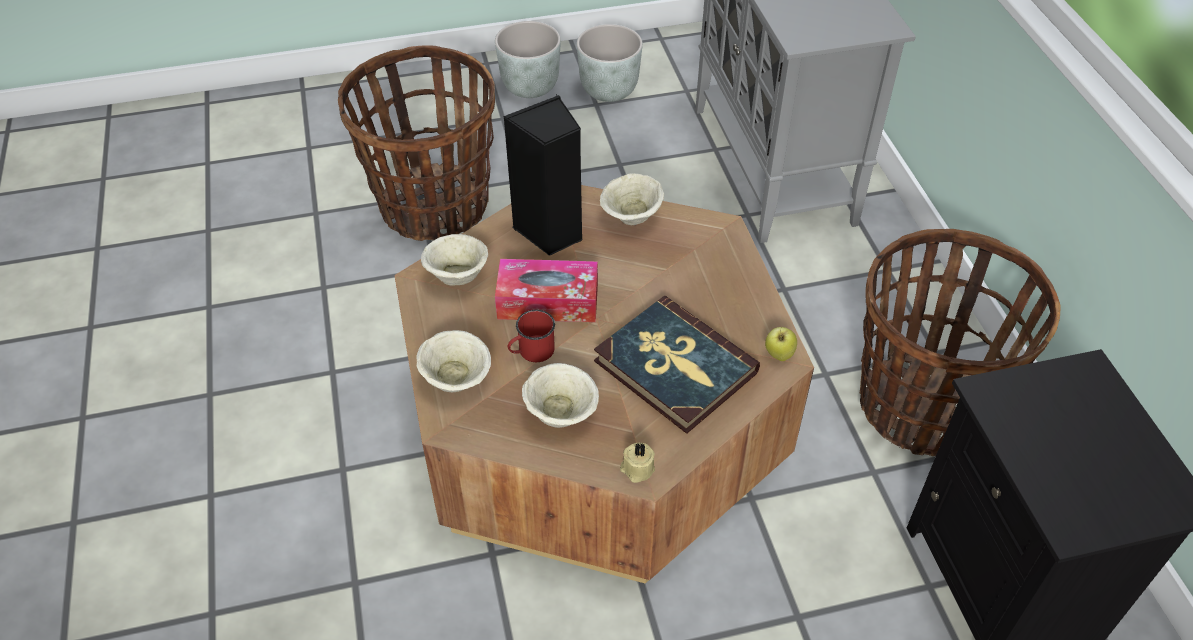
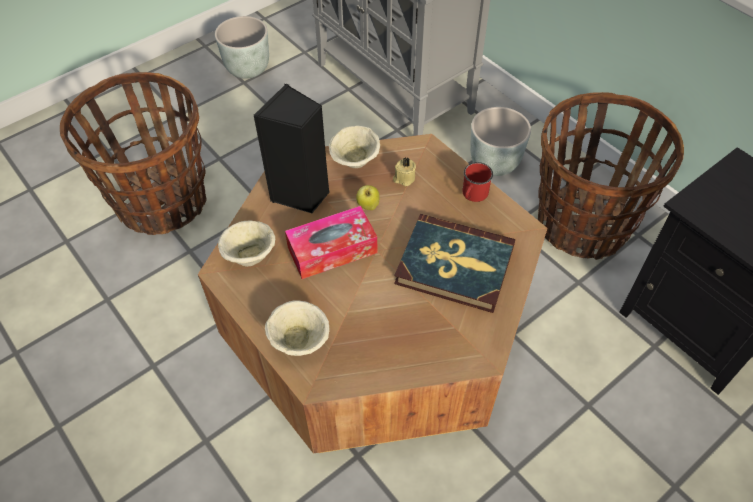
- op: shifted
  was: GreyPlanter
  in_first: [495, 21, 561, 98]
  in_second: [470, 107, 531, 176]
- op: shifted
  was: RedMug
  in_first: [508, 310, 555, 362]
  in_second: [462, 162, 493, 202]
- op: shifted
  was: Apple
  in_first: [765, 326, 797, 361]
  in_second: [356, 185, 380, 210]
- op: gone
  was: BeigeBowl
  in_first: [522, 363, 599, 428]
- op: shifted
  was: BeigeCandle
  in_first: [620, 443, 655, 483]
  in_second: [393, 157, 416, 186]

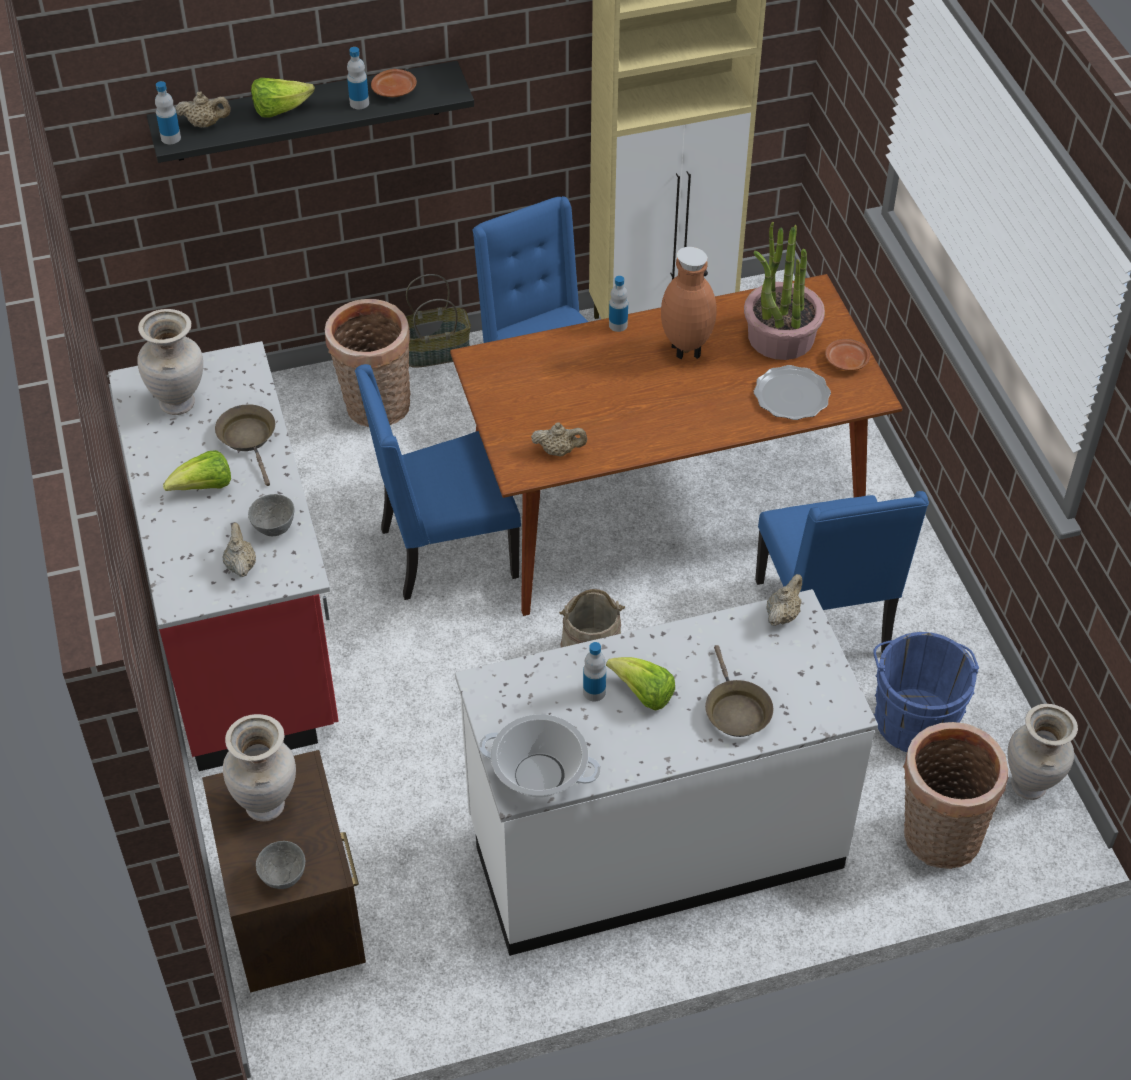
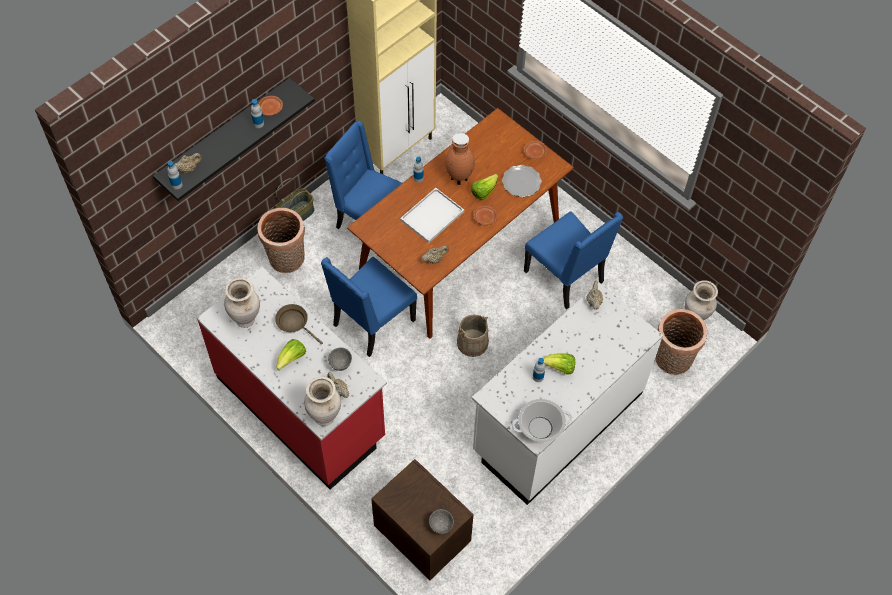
- op: shifted
  was: Lettuce
  in_first: [251, 78, 315, 118]
  in_second: [470, 174, 498, 200]
- op: gone
  was: PottedPlant
  in_first: [744, 222, 825, 360]
- op: gone
  was: BlueBucket
  in_first: [874, 632, 979, 752]
- op: gone
  was: BrownFryingPan
  in_first: [705, 645, 773, 737]
- op: shifted
  was: BeigeVase
  in_first: [223, 714, 296, 822]
  in_second: [304, 377, 341, 426]
- op: new
  now: WhiteTray
  in_second: [400, 188, 464, 243]
- op: new
  now: BrownPlate
  in_second: [473, 205, 497, 225]

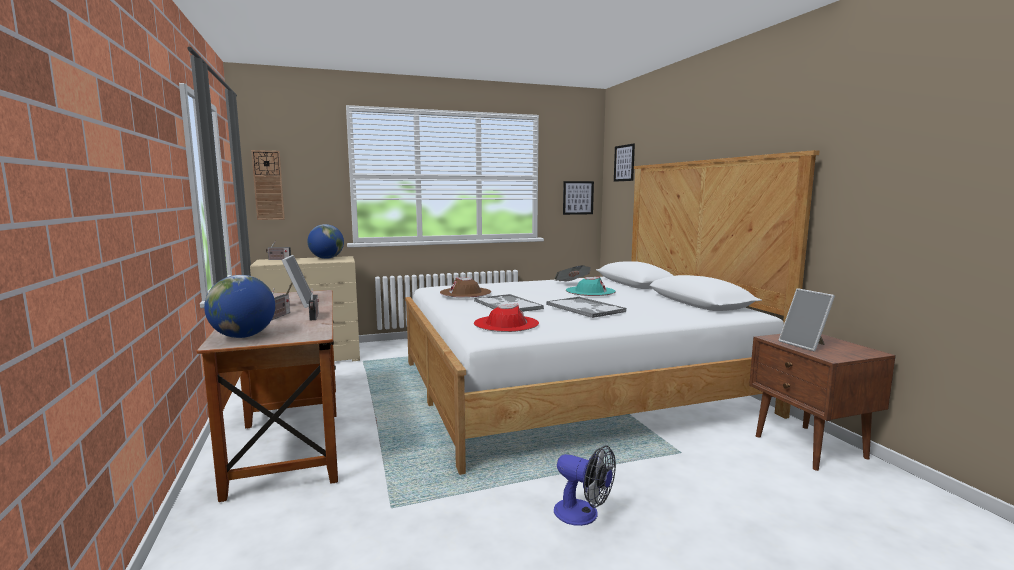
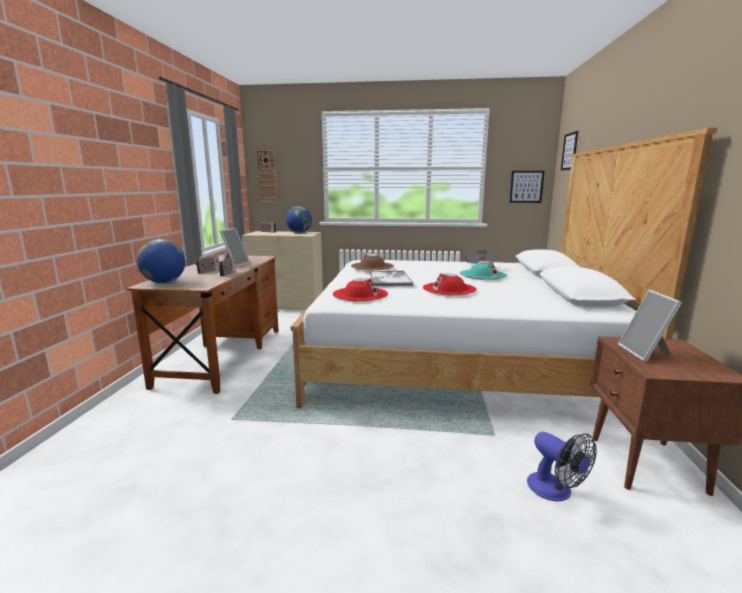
- op: swapped
  was: Tray
  now: RedHat
  in_first: [546, 297, 627, 318]
  in_second: [423, 273, 477, 296]
- op: shifted
  was: Fan
  in_first: [554, 446, 616, 526]
  in_second: [527, 432, 597, 501]

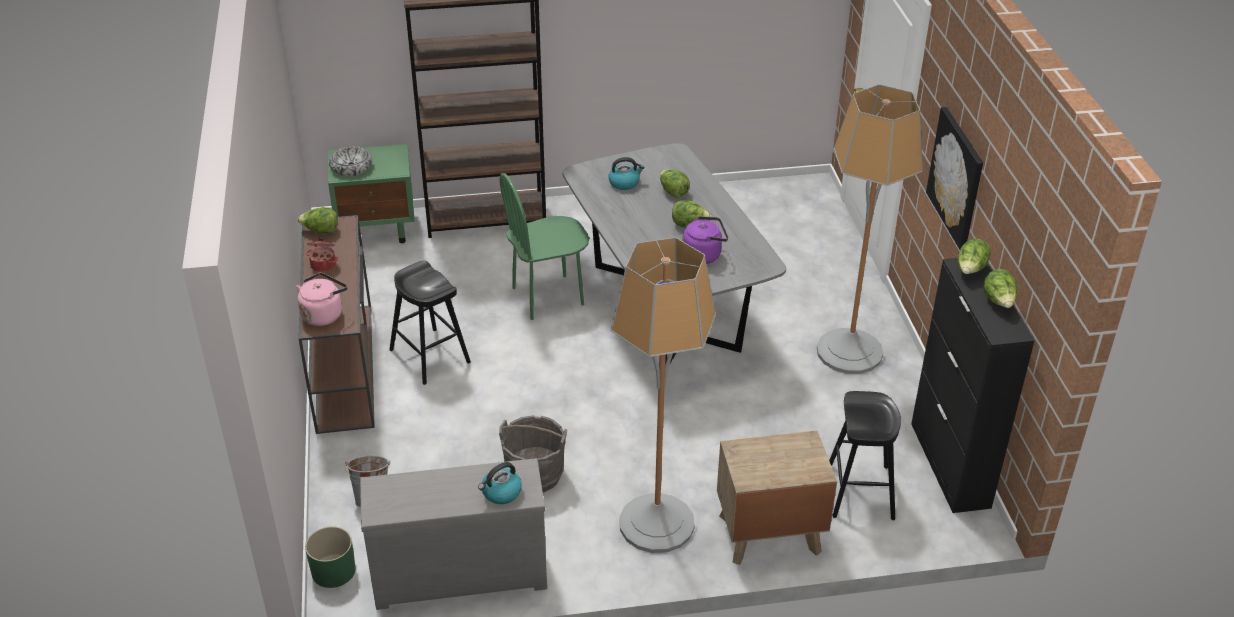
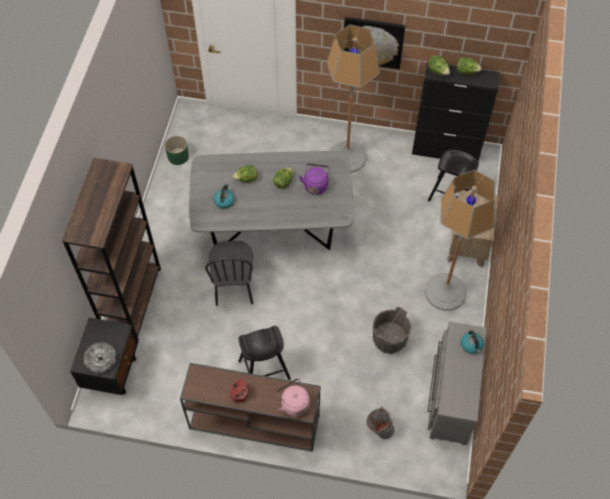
- op: repainted
  was: GreenNightstand
  now: BlackNightstand
  in_first: [328, 144, 415, 243]
  in_second: [70, 318, 138, 395]
- op: repainted
  was: GreenChair
  now: BlackChair
  in_first: [500, 173, 589, 320]
  in_second: [205, 241, 253, 306]
- op: gone
  was: Lettuce
  in_first: [298, 207, 338, 233]
- op: shifted
  was: GreenPlanter
  in_first: [305, 526, 356, 588]
  in_second: [165, 136, 189, 165]

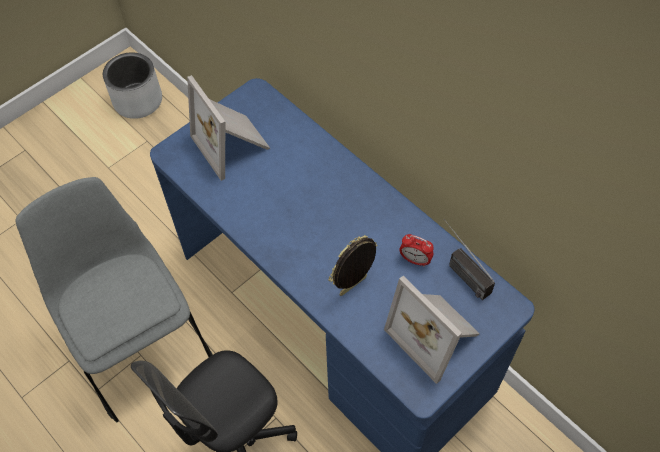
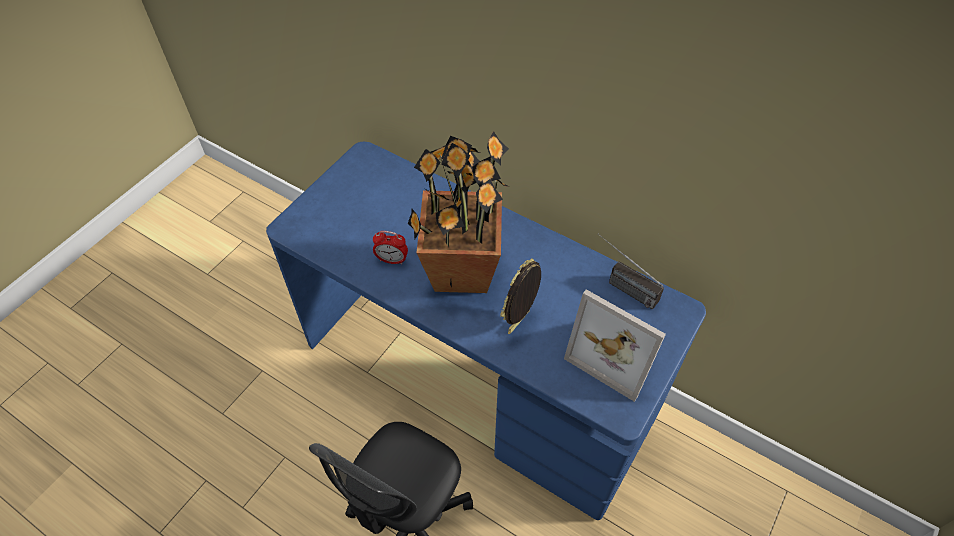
- op: gone
  was: GreyPlanter
  in_first: [103, 52, 162, 119]
- op: gone
  was: PictureFrame
  in_first: [187, 75, 270, 181]
- op: gone
  was: GreyChair
  in_first: [16, 177, 213, 422]
- op: shifted
  was: AlarmClock
  in_first: [399, 234, 434, 266]
  in_second: [373, 231, 408, 265]
- op: new
  now: PottedPlant
  in_second: [408, 131, 510, 293]

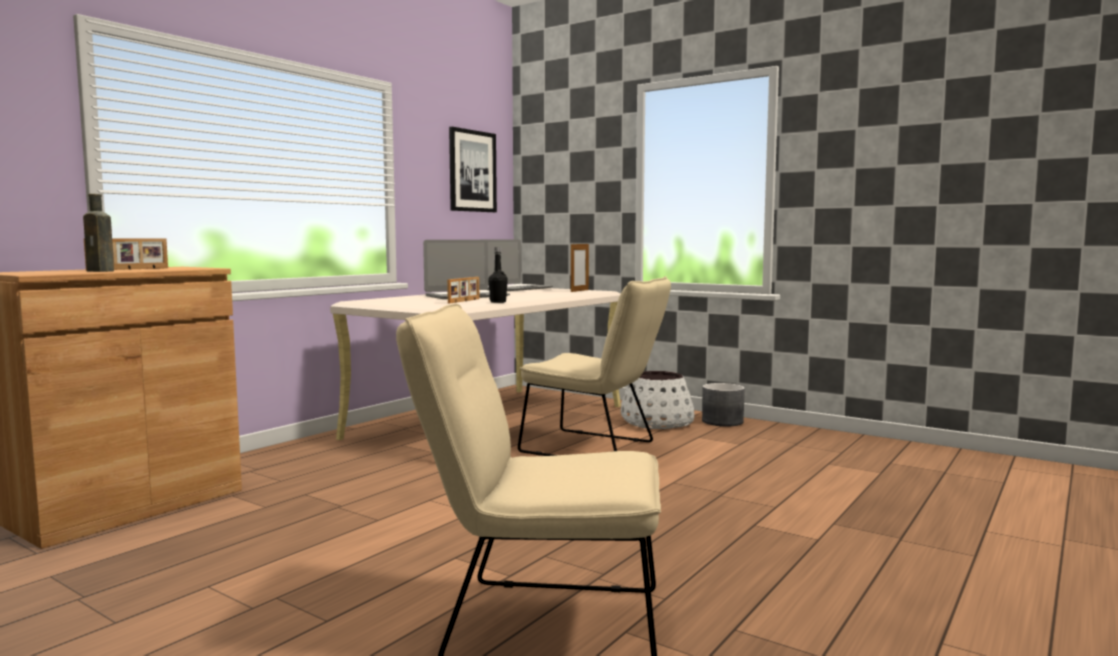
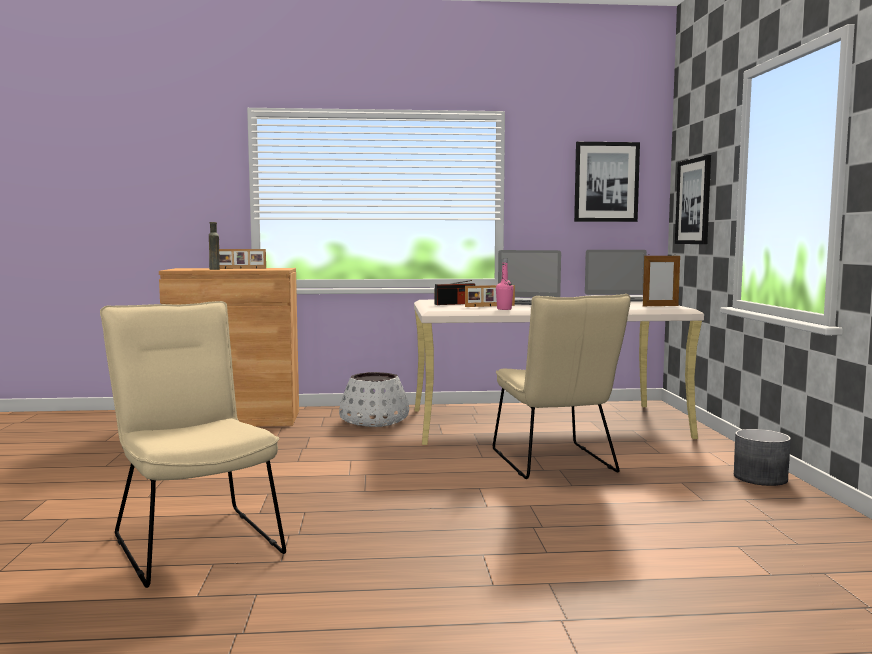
- op: repainted
  was: BlackBottle
  now: PinkBottle
  in_first: [488, 247, 508, 303]
  in_second: [496, 258, 513, 310]
- op: shifted
  was: WhitePlanter
  in_first: [620, 371, 695, 429]
  in_second: [339, 372, 409, 427]
- op: new
  now: Picture
  in_second: [675, 155, 711, 244]
- op: new
  now: Radio
  in_second: [435, 280, 475, 305]

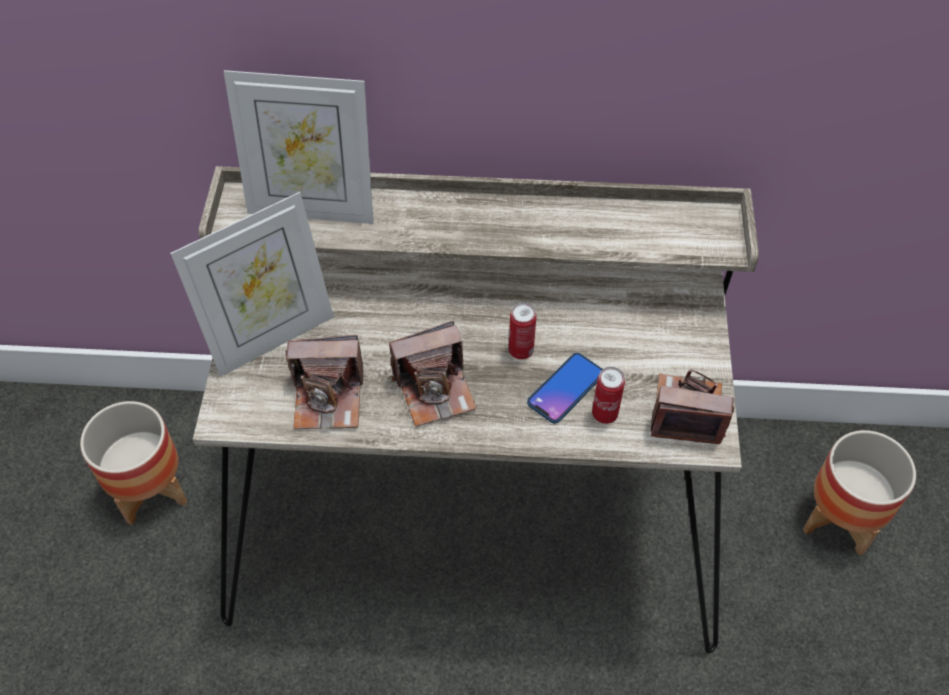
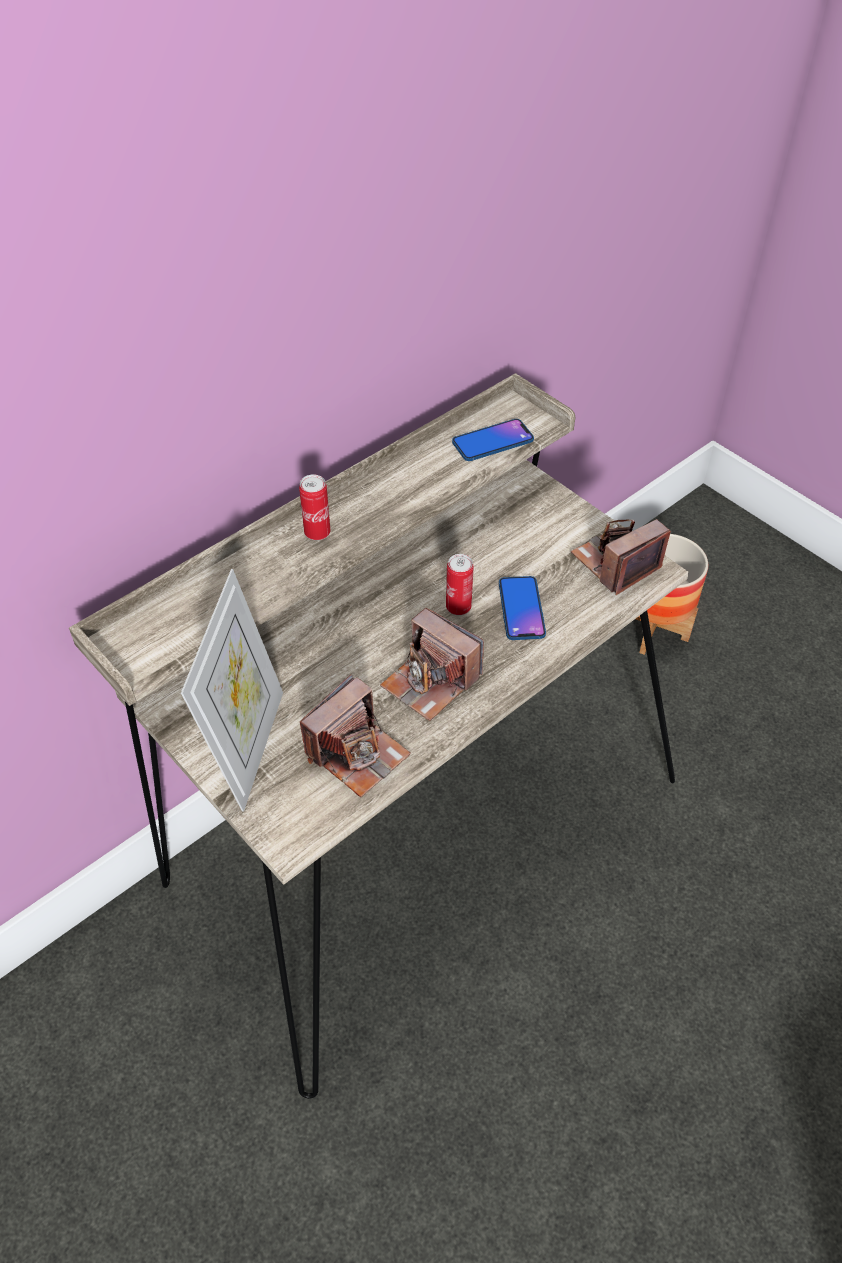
- op: gone
  was: PictureFrame
  in_first: [223, 70, 373, 224]
- op: rotated
  was: PhotoCamera
  in_first: [389, 321, 477, 427]
  in_second: [380, 608, 484, 721]
  clockwise: 105
- op: shifted
  was: Can
  in_first: [592, 367, 625, 424]
  in_second: [299, 474, 331, 540]
- op: gone
  was: Planter
  in_first: [80, 401, 187, 525]
- op: new
  now: Phone
  in_second: [452, 419, 534, 461]

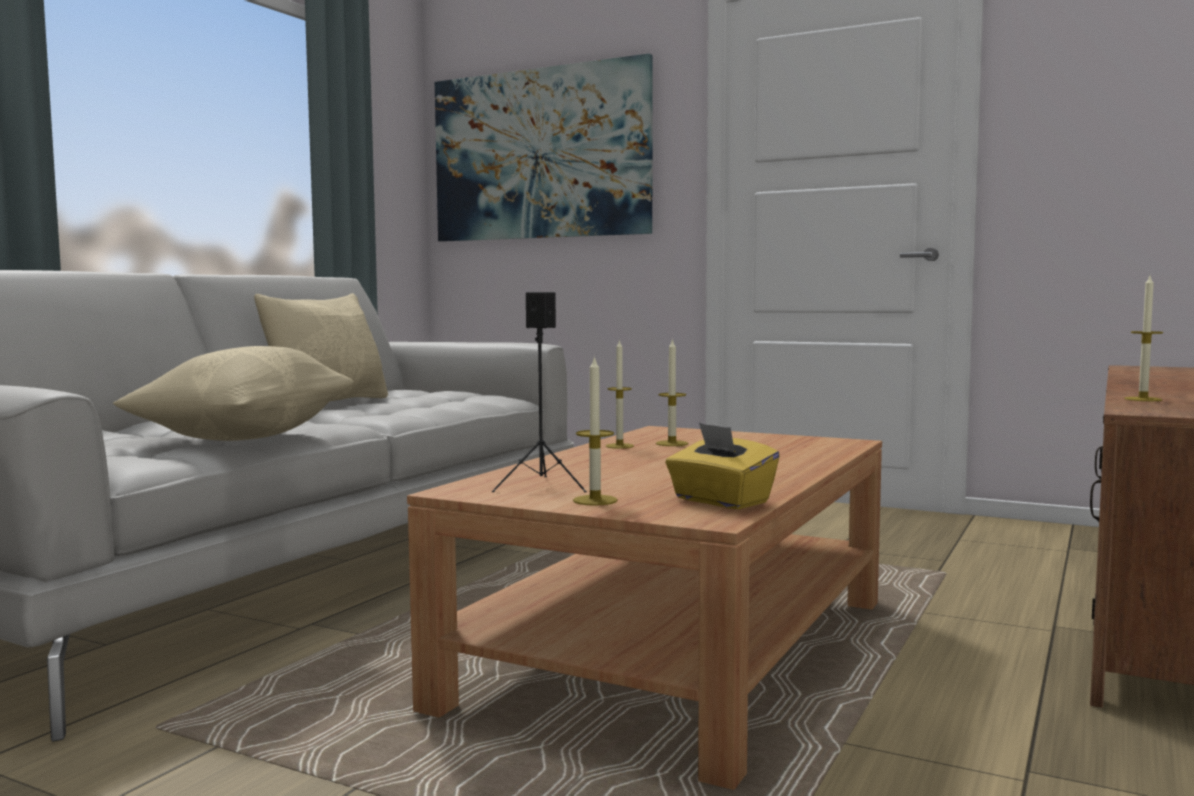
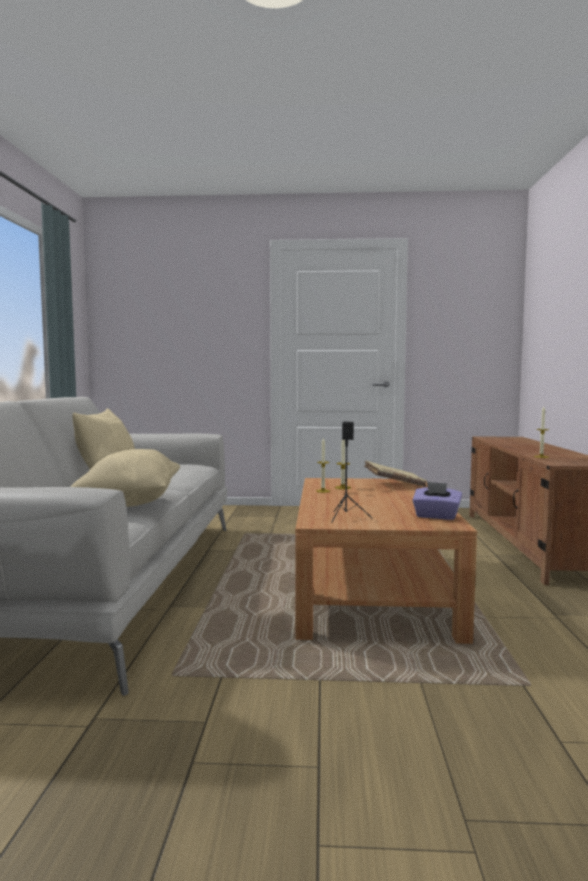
- op: gone
  was: Picture
  in_first: [435, 54, 652, 242]
- op: gone
  was: Candle
  in_first: [573, 355, 618, 506]
- op: repainted
  was: YellowTissueBox
  now: PurpleTissueBox
  in_first: [665, 423, 780, 509]
  in_second: [412, 482, 462, 520]
- op: new
  now: BeigeBook
  in_second: [364, 461, 427, 487]

